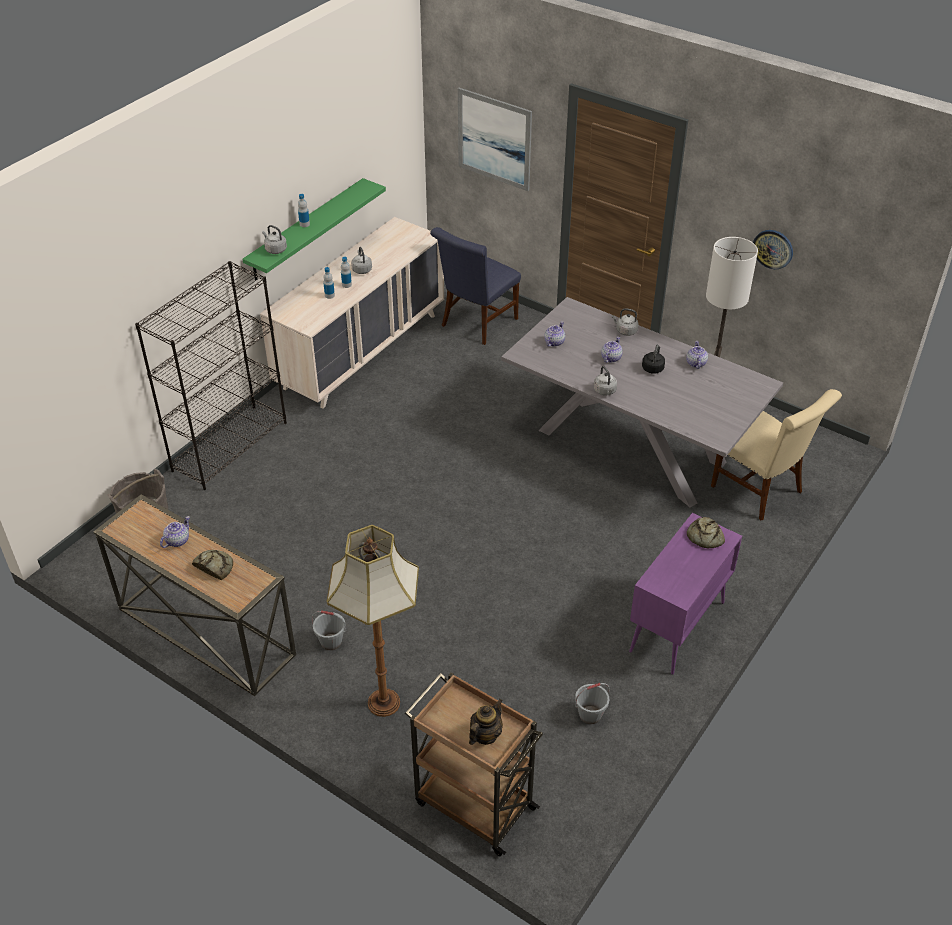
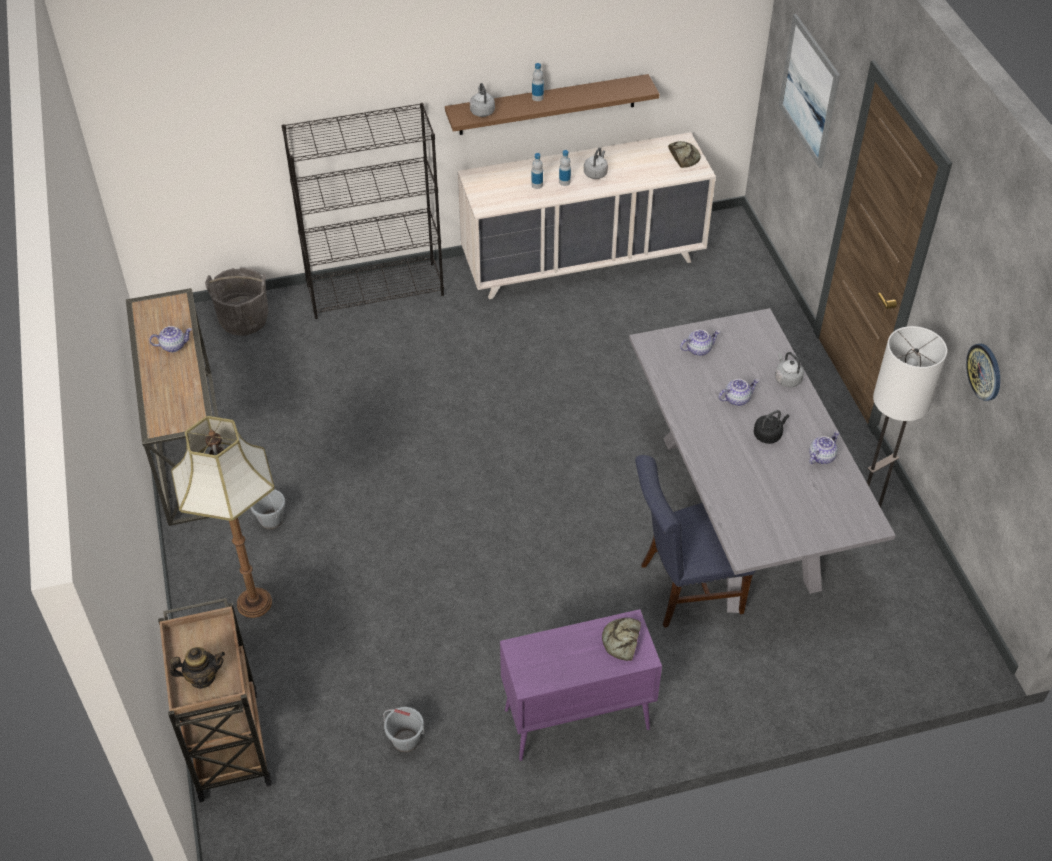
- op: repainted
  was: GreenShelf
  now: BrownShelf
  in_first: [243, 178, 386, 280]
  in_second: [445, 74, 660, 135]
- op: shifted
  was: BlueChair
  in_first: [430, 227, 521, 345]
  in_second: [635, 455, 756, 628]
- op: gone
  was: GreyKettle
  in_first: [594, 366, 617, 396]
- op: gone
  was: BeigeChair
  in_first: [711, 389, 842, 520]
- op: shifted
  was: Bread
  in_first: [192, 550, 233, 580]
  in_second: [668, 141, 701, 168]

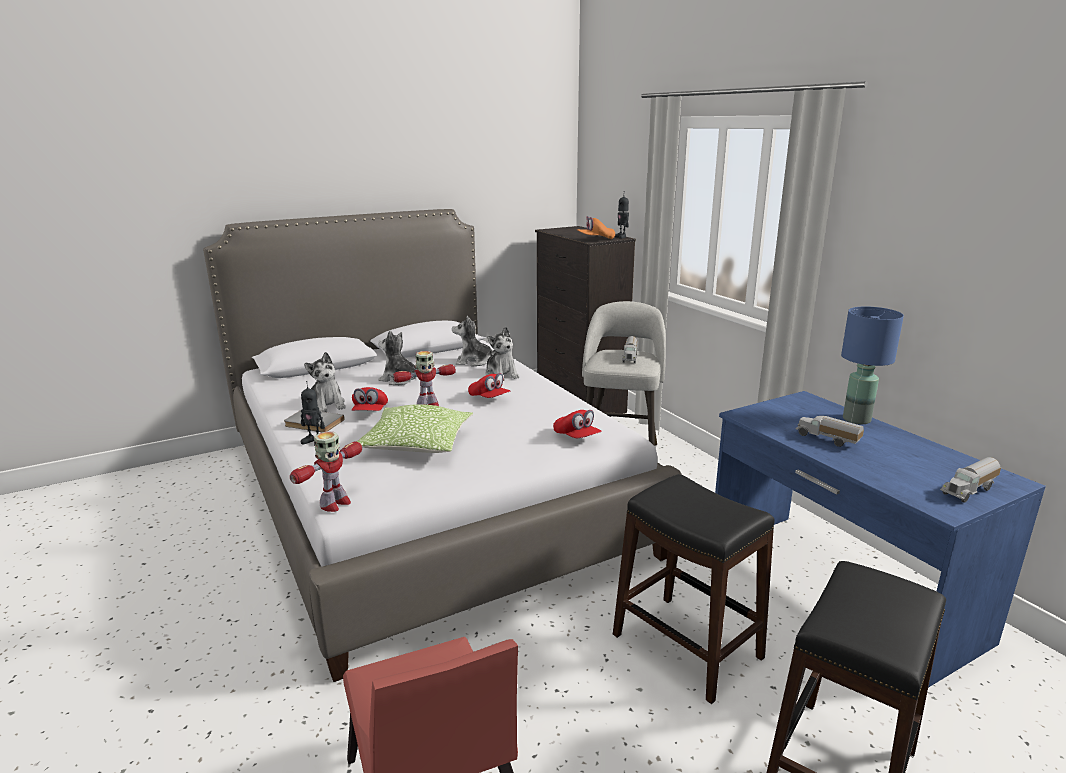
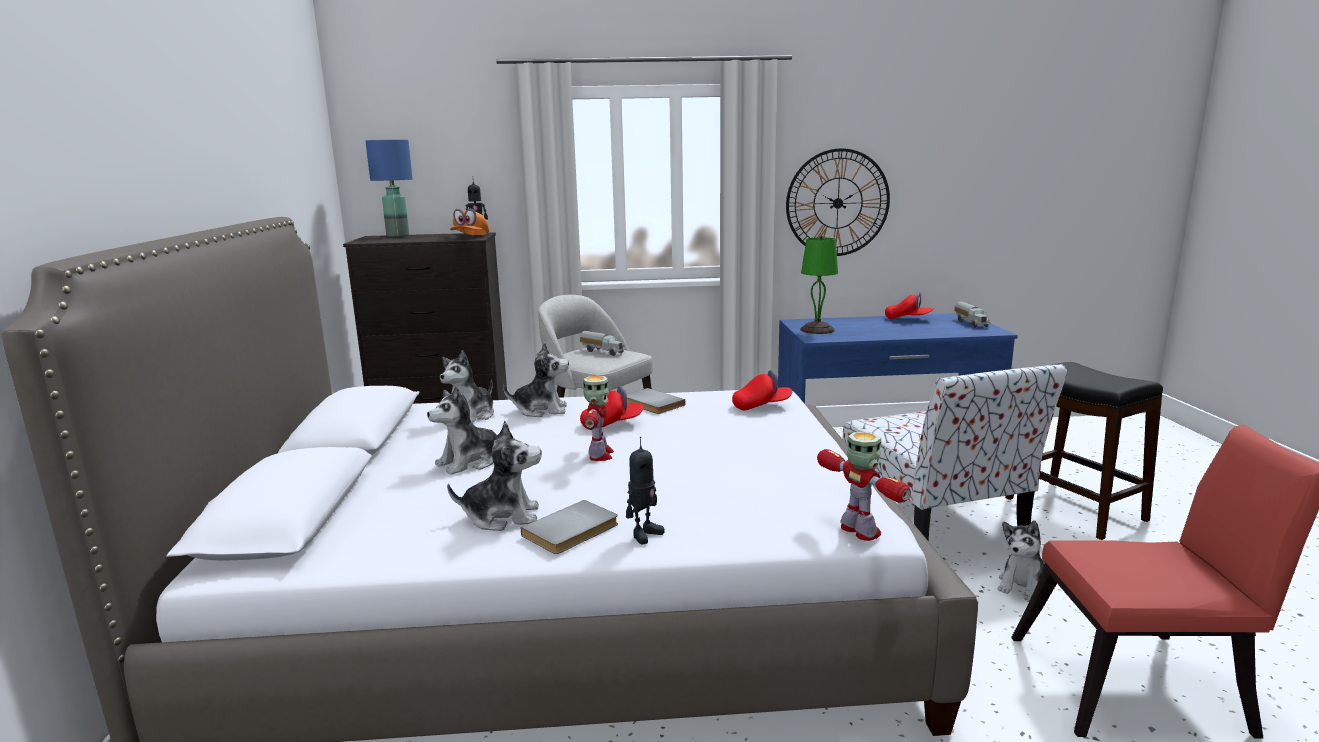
- op: shifted
  was: BlueTableLamp
  in_first: [841, 306, 904, 424]
  in_second: [365, 140, 413, 237]
- op: shifted
  was: RedCap
  in_first: [352, 387, 388, 411]
  in_second: [885, 292, 934, 319]
- op: gone
  was: Pillow
  in_first: [356, 404, 473, 453]
- op: gone
  was: ToyTruck
  in_first: [796, 416, 864, 447]
- op: swapped
  was: BlackStool
  now: Chair
  in_first: [613, 474, 775, 704]
  in_second: [843, 364, 1067, 541]
- op: new
  now: WallClock
  in_second: [786, 148, 890, 256]
- op: new
  now: GreenTableLamp
  in_second: [800, 235, 838, 334]
- op: new
  now: GreyBook
  in_second: [627, 388, 685, 414]
- op: new
  now: PlushToy
  in_second: [998, 521, 1045, 601]

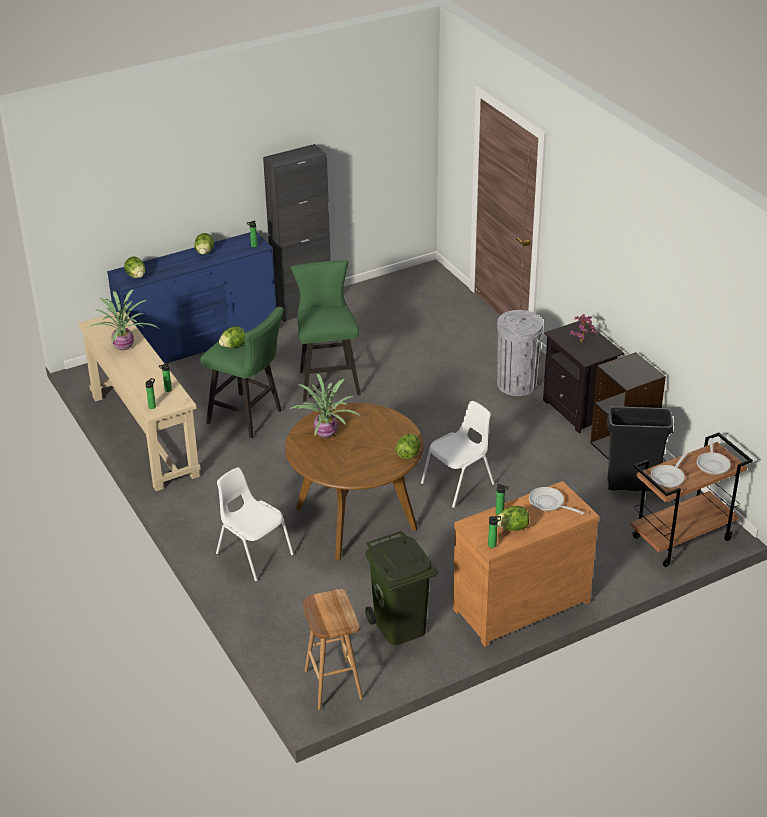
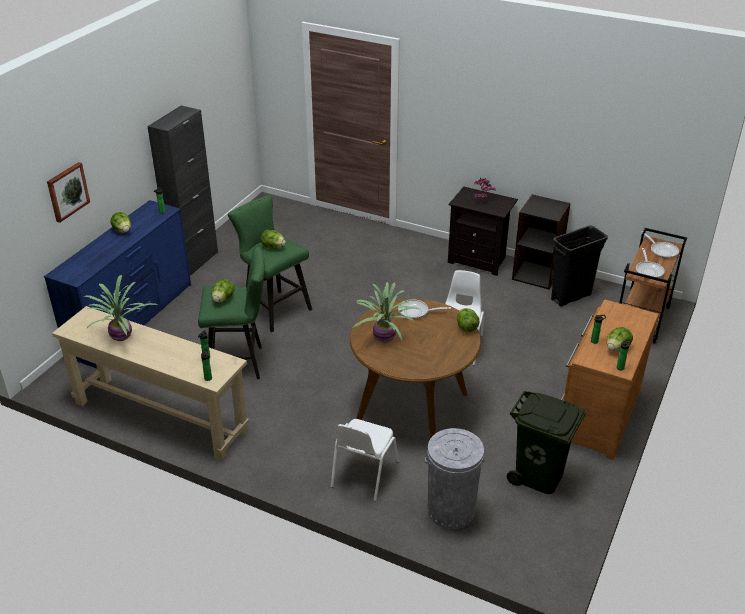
- op: shifted
  was: Lettuce
  in_first: [124, 256, 145, 278]
  in_second: [261, 230, 286, 249]
- op: shifted
  was: GreyTrashCan
  in_first: [497, 310, 544, 396]
  in_second: [425, 428, 485, 529]
- op: rotated
  was: WhiteChair
  in_first: [216, 467, 294, 582]
  in_second: [331, 419, 399, 501]
  clockwise: -75
- op: shifted
  was: FryingPan
  in_first: [529, 487, 584, 514]
  in_second: [398, 299, 451, 319]
- op: gone
  was: BrownStool
  in_first: [303, 589, 363, 710]
- op: new
  now: Picture
  in_second: [47, 162, 90, 223]

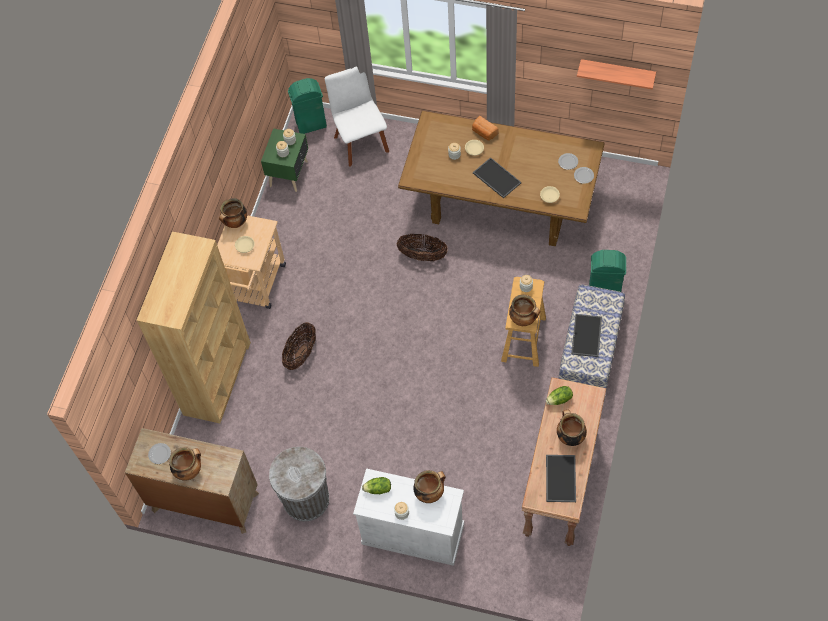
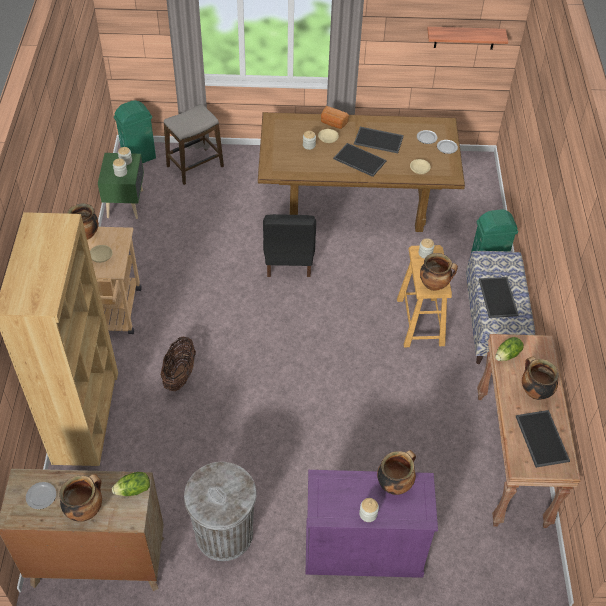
- op: swapped
  was: WhiteChair
  now: Stool
  in_first: [325, 66, 389, 167]
  in_second: [164, 104, 224, 185]
- op: swapped
  was: Basket
  now: BlackChair
  in_first: [397, 234, 448, 261]
  in_second: [263, 214, 316, 277]
- op: repainted
  was: WhiteCabinet
  now: PurpleCabinet
  in_first: [353, 468, 464, 566]
  in_second: [306, 470, 438, 578]
- op: shifted
  was: Lettuce
  in_first: [362, 477, 391, 494]
  in_second: [112, 472, 150, 496]
- op: new
  now: Tray
  in_second: [354, 127, 404, 153]

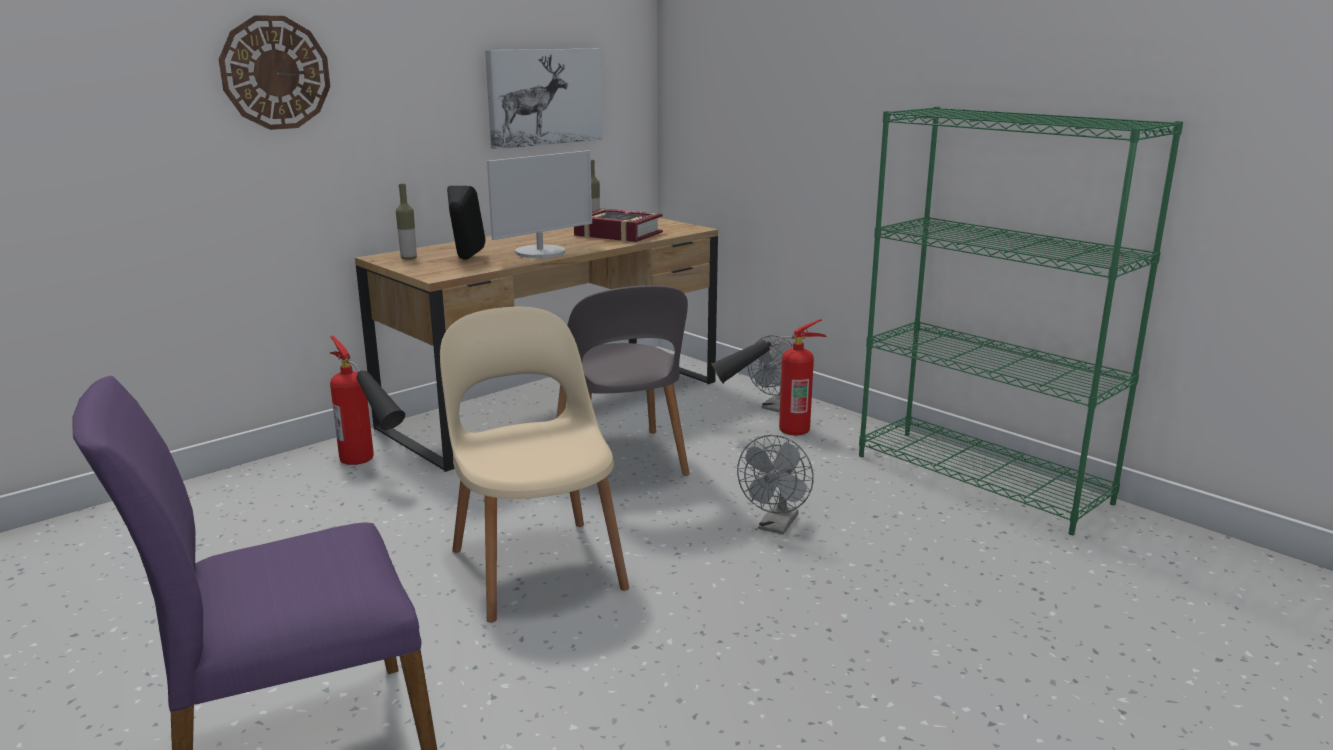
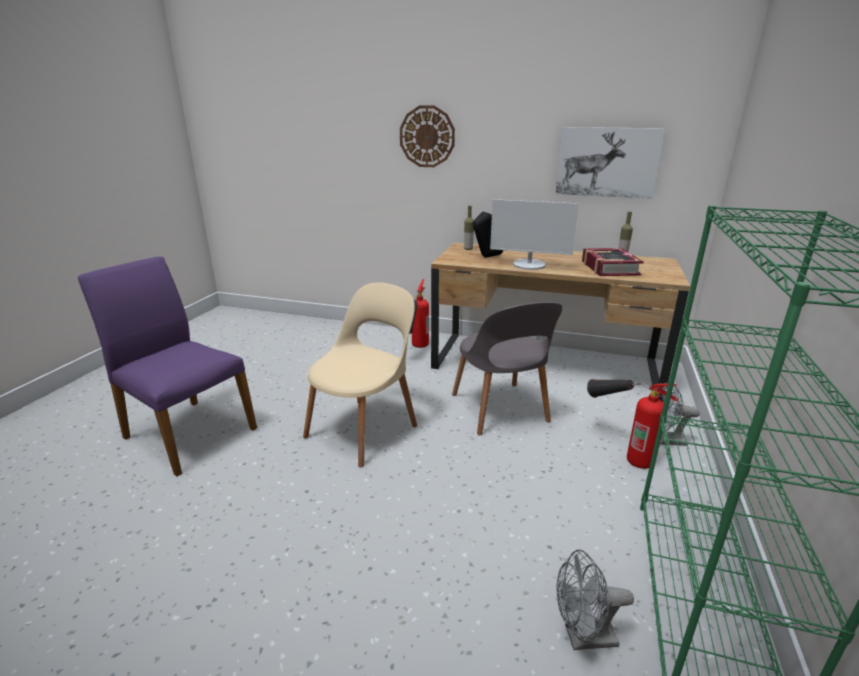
- op: rotated
  was: GreyChair
  in_first: [556, 285, 690, 490]
  in_second: [452, 302, 563, 435]
  clockwise: -60
- op: shifted
  was: GreyFan
  in_first: [737, 435, 814, 534]
  in_second: [557, 549, 634, 650]

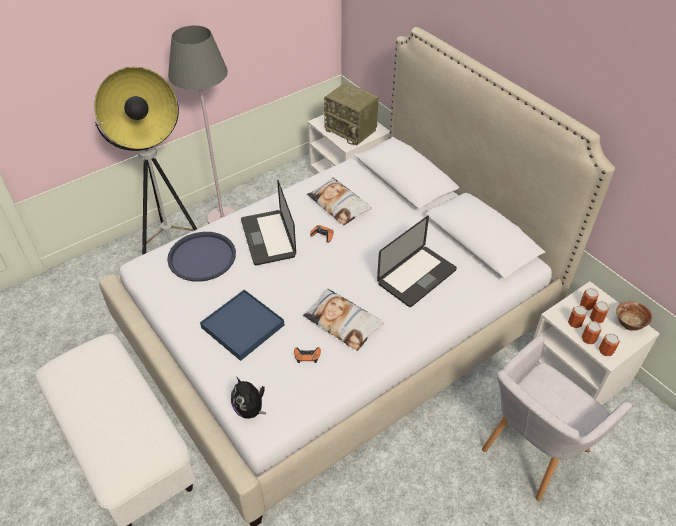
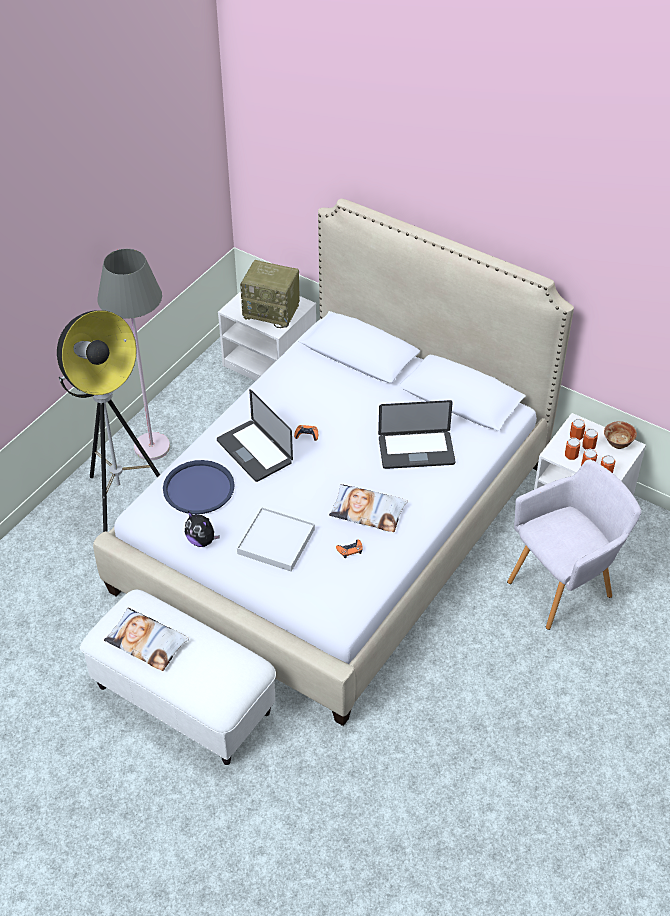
- op: shifted
  was: Pillow
  in_first: [307, 177, 372, 225]
  in_second: [104, 608, 189, 671]
- op: rotated
  was: Laptop
  in_first: [377, 215, 457, 307]
  in_second: [378, 400, 455, 469]
  clockwise: 60
- op: repainted
  was: BlueTray
  now: WhiteTray
  in_first: [200, 290, 284, 361]
  in_second: [237, 507, 315, 572]
- op: rotated
  was: GreyArmchair
  in_first: [482, 335, 632, 501]
  in_second: [507, 459, 641, 630]
  clockwise: -150
- op: shifted
  was: PlushToy
  in_first: [231, 377, 266, 419]
  in_second: [185, 511, 220, 547]

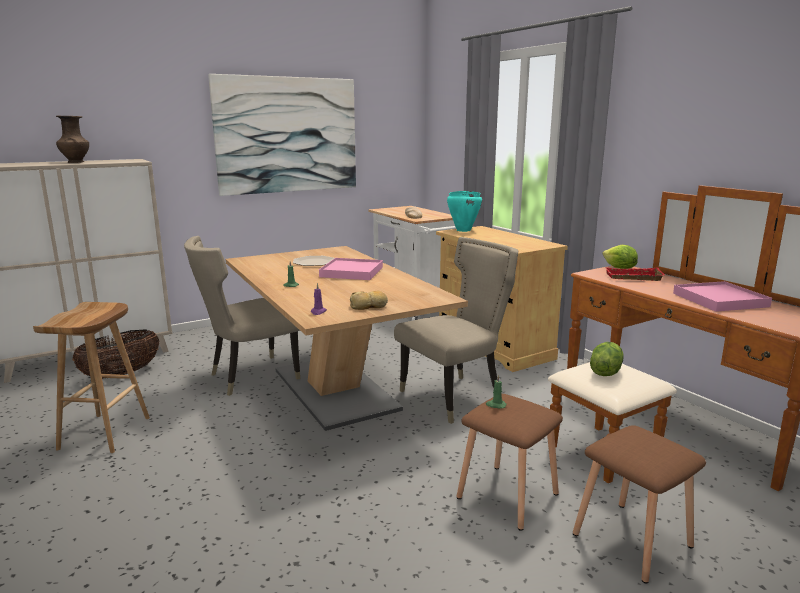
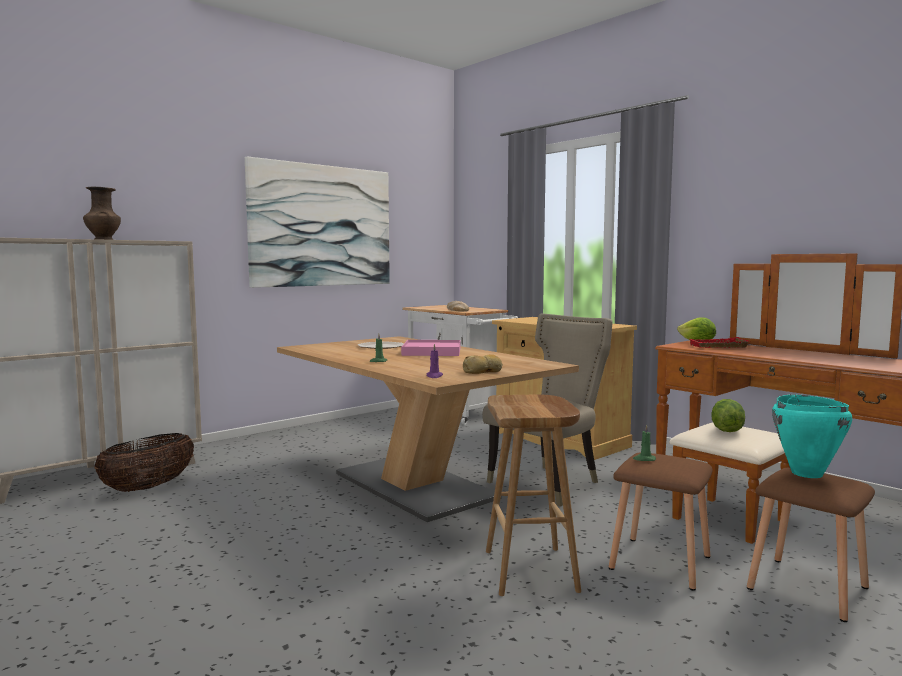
- op: shifted
  was: TurquoiseCookingPot
  in_first: [447, 191, 482, 232]
  in_second: [772, 394, 852, 478]
- op: gone
  was: BeigeChair
  in_first: [184, 236, 300, 396]
- op: gone
  was: PinkTray
  in_first: [673, 281, 772, 312]
- op: shifted
  was: BrownStool
  in_first: [33, 302, 150, 453]
  in_second: [486, 394, 581, 596]

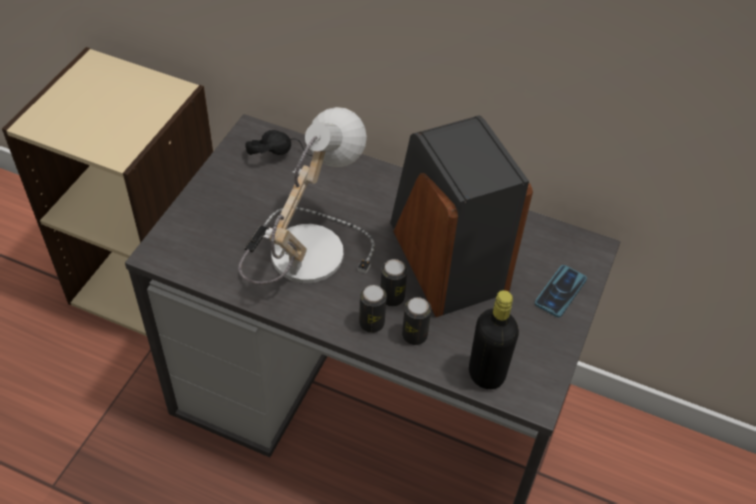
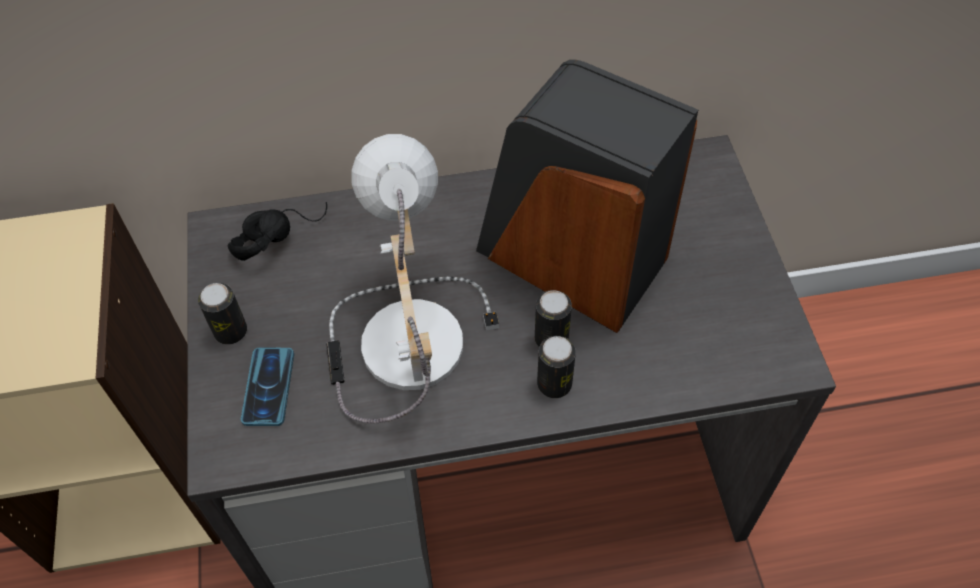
- op: shifted
  was: Phone
  in_first: [535, 265, 587, 317]
  in_second: [241, 347, 294, 426]
- op: gone
  was: BlackBottle
  in_first: [469, 290, 519, 389]
- op: shifted
  was: Can
  in_first: [402, 297, 431, 345]
  in_second: [198, 283, 247, 345]

